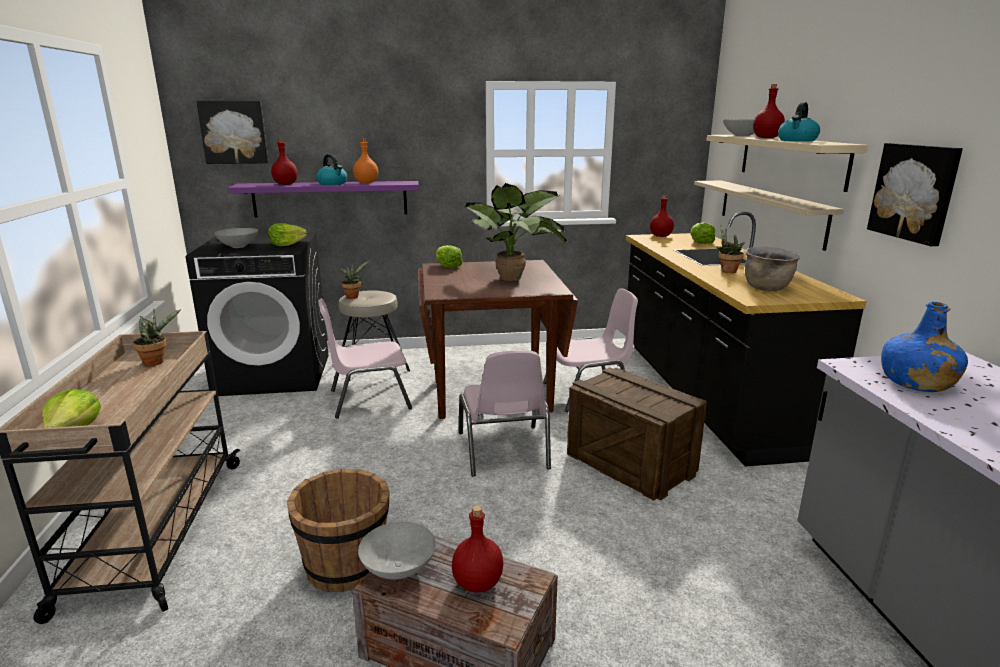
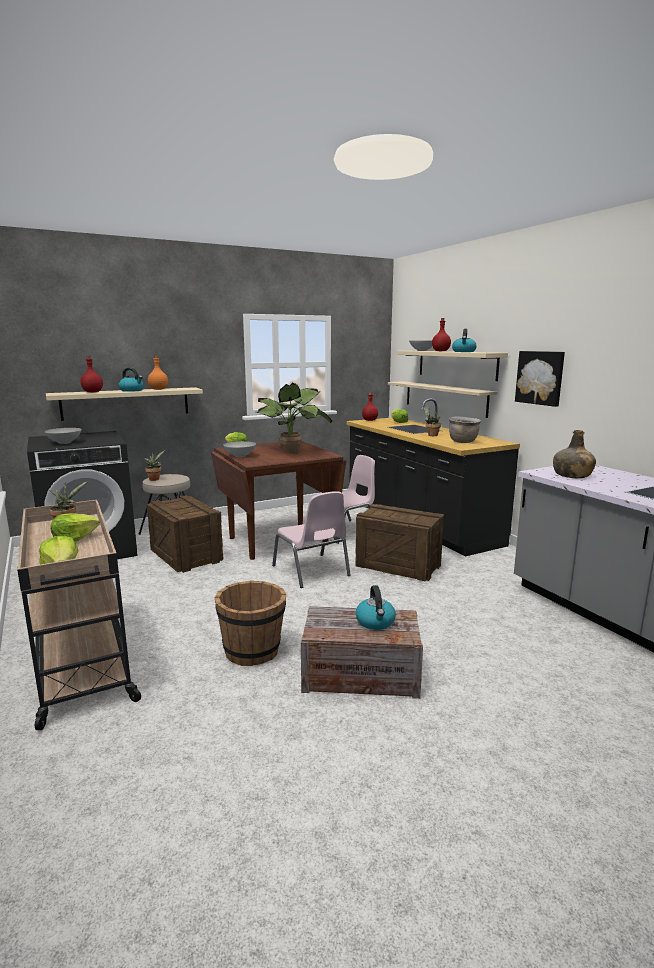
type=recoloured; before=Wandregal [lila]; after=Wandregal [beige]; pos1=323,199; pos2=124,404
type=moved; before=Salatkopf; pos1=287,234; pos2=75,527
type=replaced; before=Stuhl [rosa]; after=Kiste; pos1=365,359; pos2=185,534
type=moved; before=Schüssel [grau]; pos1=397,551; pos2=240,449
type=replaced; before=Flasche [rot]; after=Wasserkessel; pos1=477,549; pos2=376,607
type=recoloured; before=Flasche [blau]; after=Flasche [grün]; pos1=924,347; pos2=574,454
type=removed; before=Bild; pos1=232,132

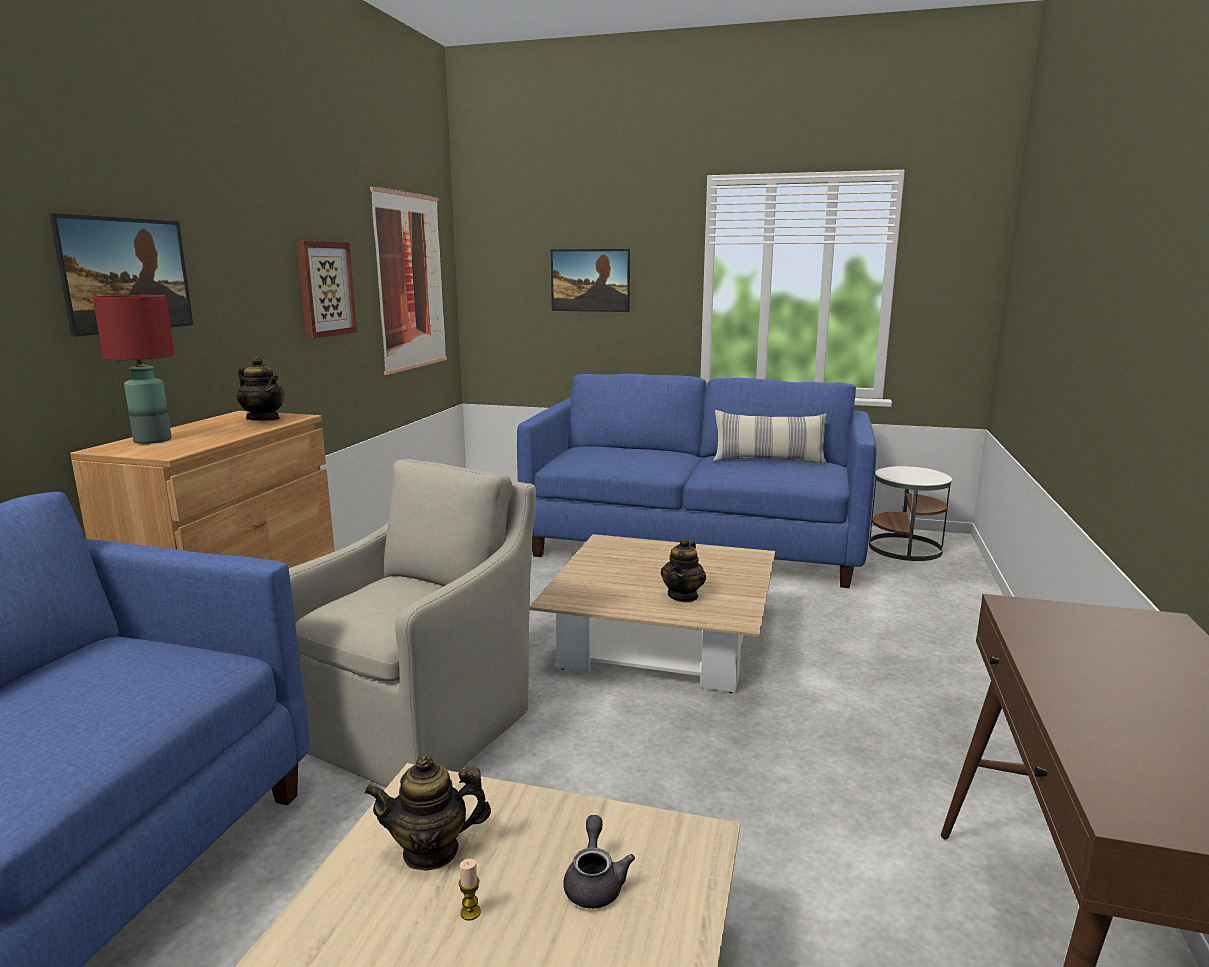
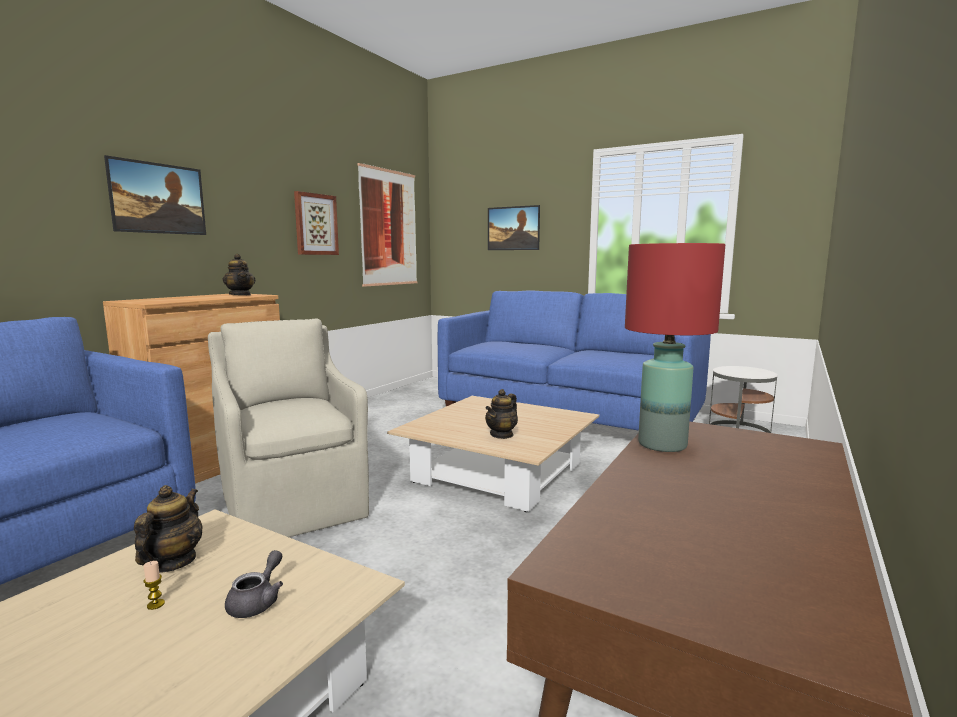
type=turned; before=Teekanne; pos1=427,813; pos2=168,529; turn=90
type=turned; before=Sessel [beige]; pos1=412,623; pos2=288,428; turn=-75
type=moved; before=Tischlampe [rot]; pos1=134,369; pos2=675,347
type=removed; before=Kissen; pos1=770,437

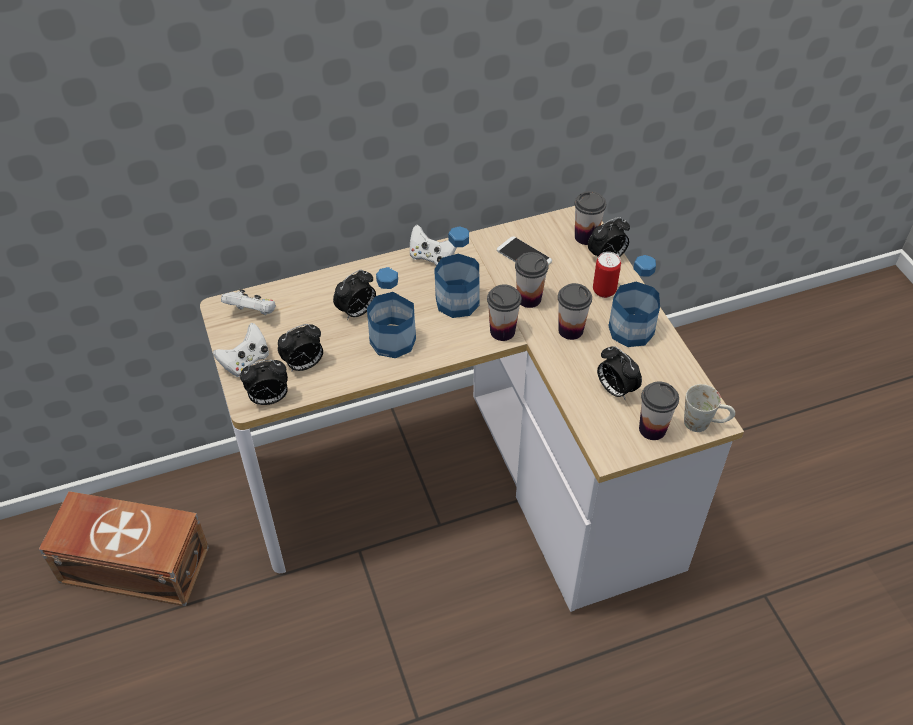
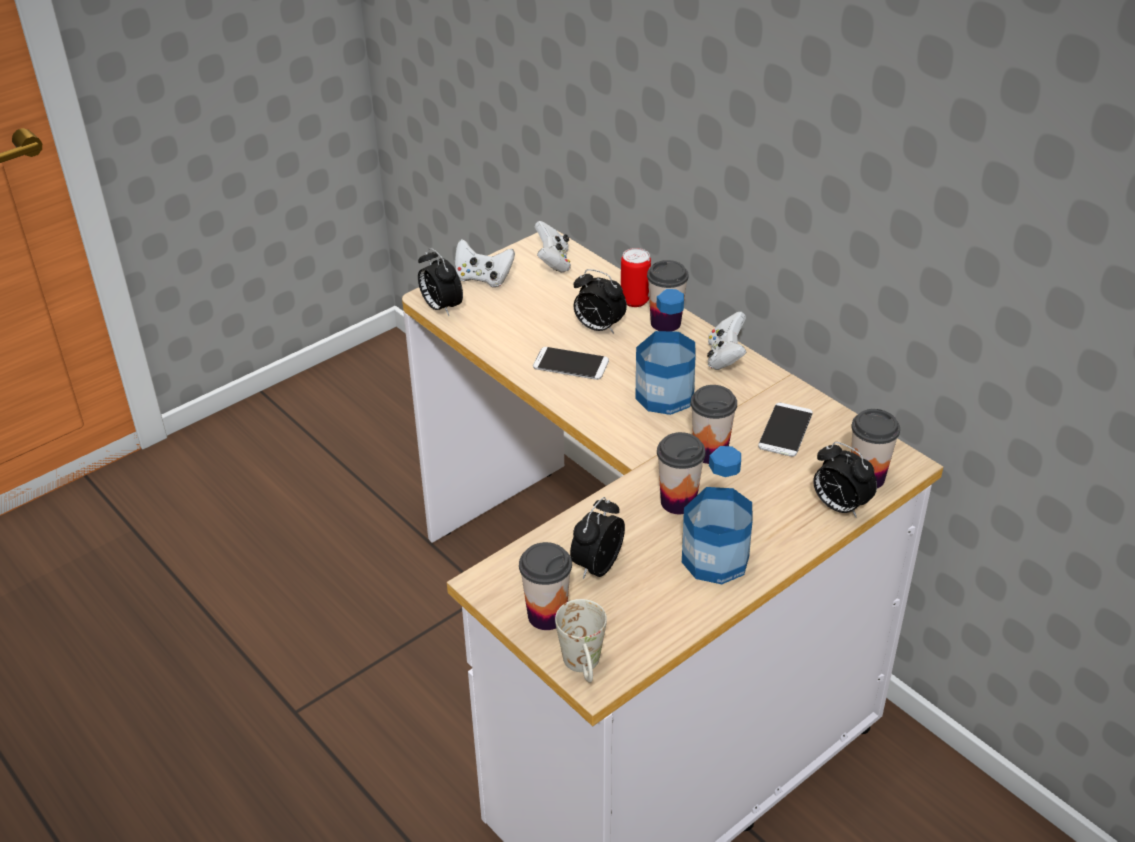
type=replaced; before=Flasche; after=Handy; pos1=391,312; pos2=571,363
type=moved; before=Dose; pos1=607,275; pos2=636,277
type=moved; before=Tasse; pos1=504,312; pos2=667,296
type=removed; before=Aufbewahrungsbox [braun]; pos1=124,548
type=removed; before=Wecker; pos1=300,348

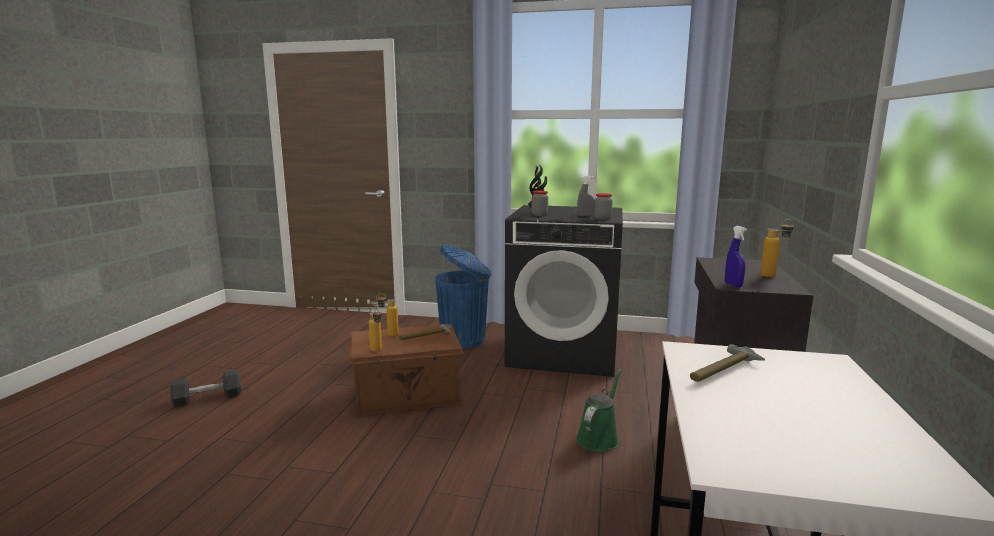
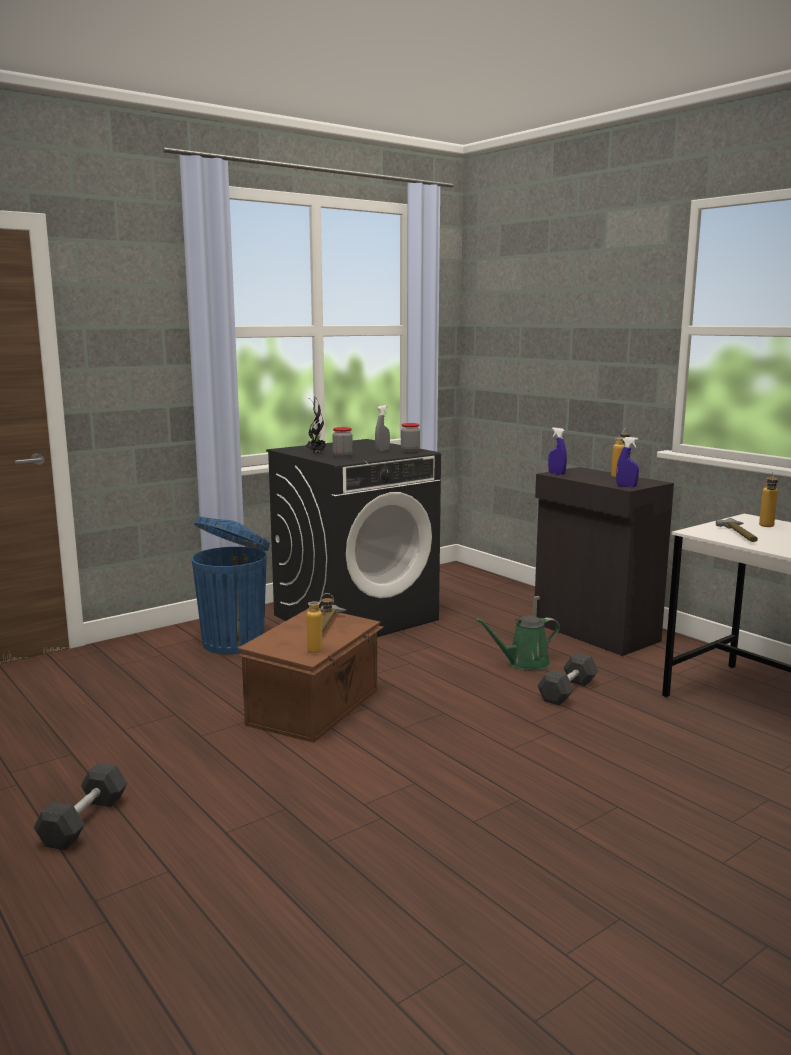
type=turned; before=Gießkanne [grün]; pos1=599,410; pos2=517,643; turn=-90
type=added; after=Hantel [grau]; pos2=567,679
type=added; after=Sprühflasche [blau]; pos2=557,451
type=moved; before=Flasche; pos1=387,315; pos2=768,500

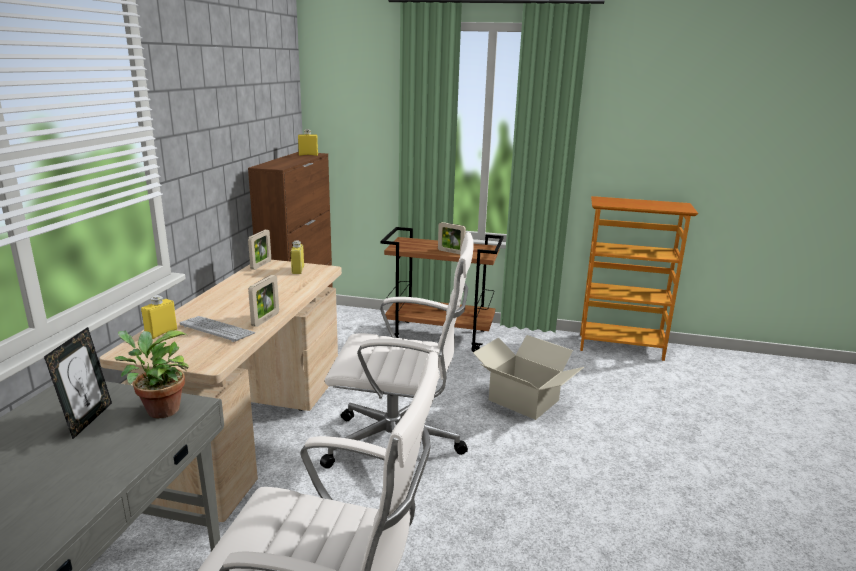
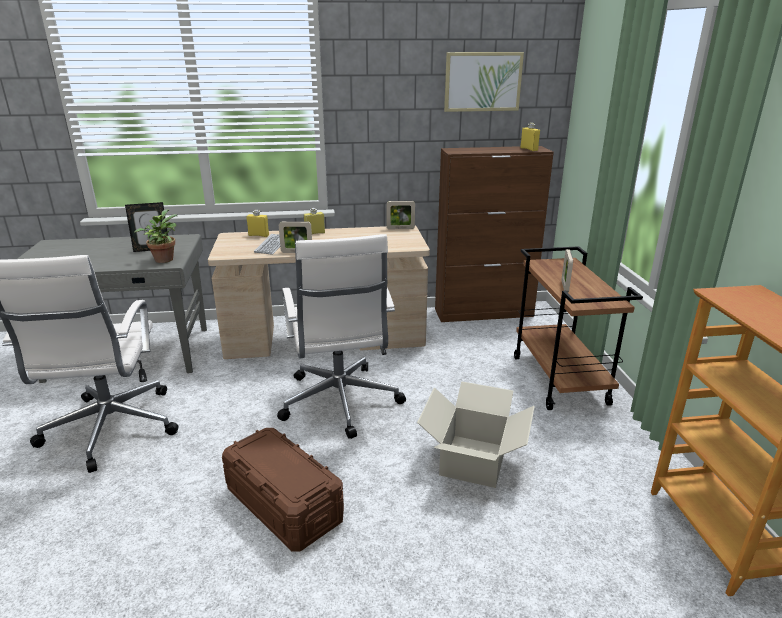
type=added; after=Aufbewahrungsbox [braun]; pos2=283,489
type=moved; before=Flasche [gelb]; pos1=297,257; pos2=314,221
type=added; after=Bild; pos2=484,82

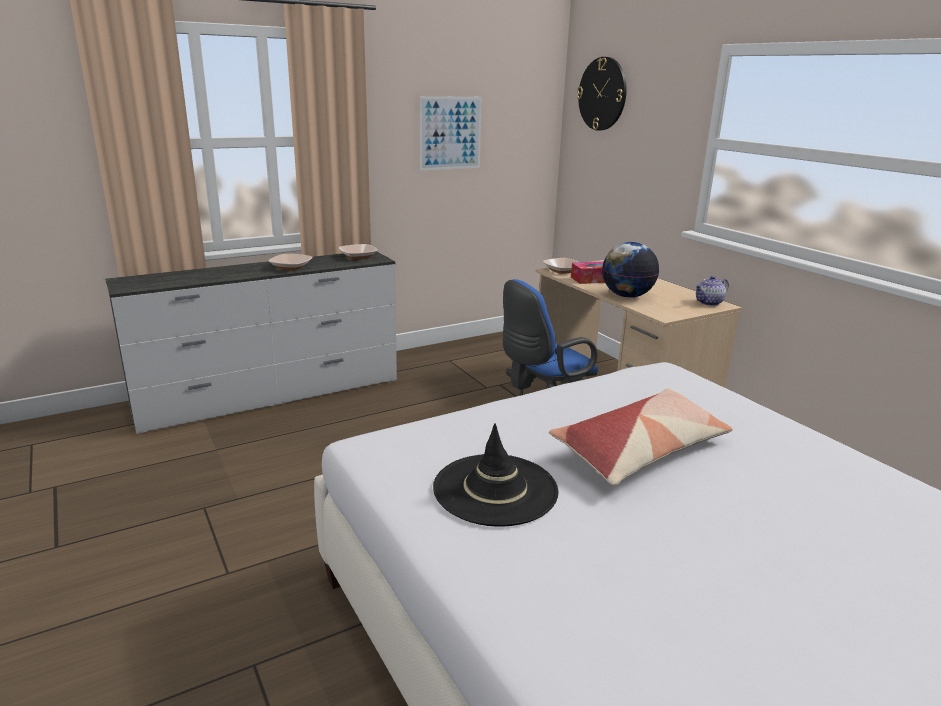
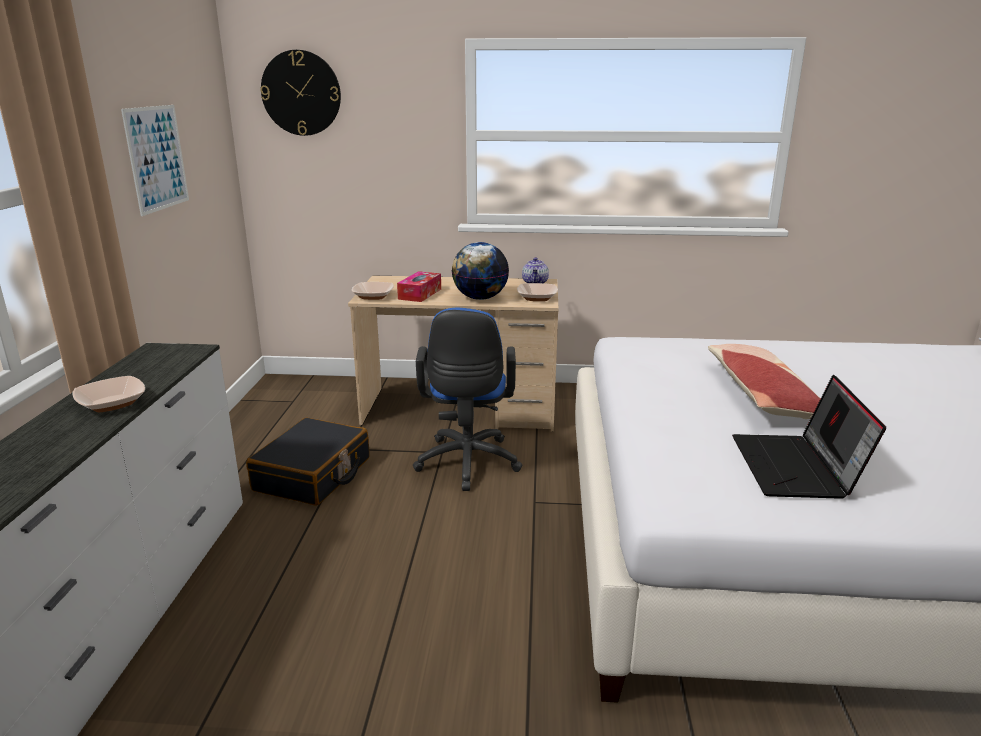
type=added; after=Koffer [schwarz]; pos2=307,462
type=moved; before=Schüssel; pos1=358,252; pos2=537,292
type=replaced; before=Hut [schwarz]; after=Laptop; pos1=496,474; pos2=809,437

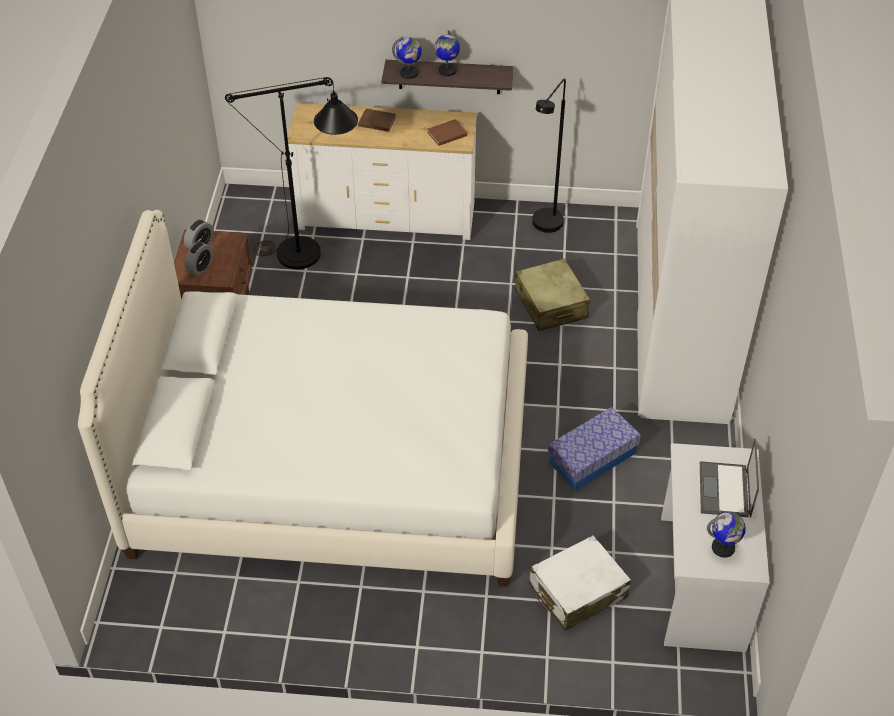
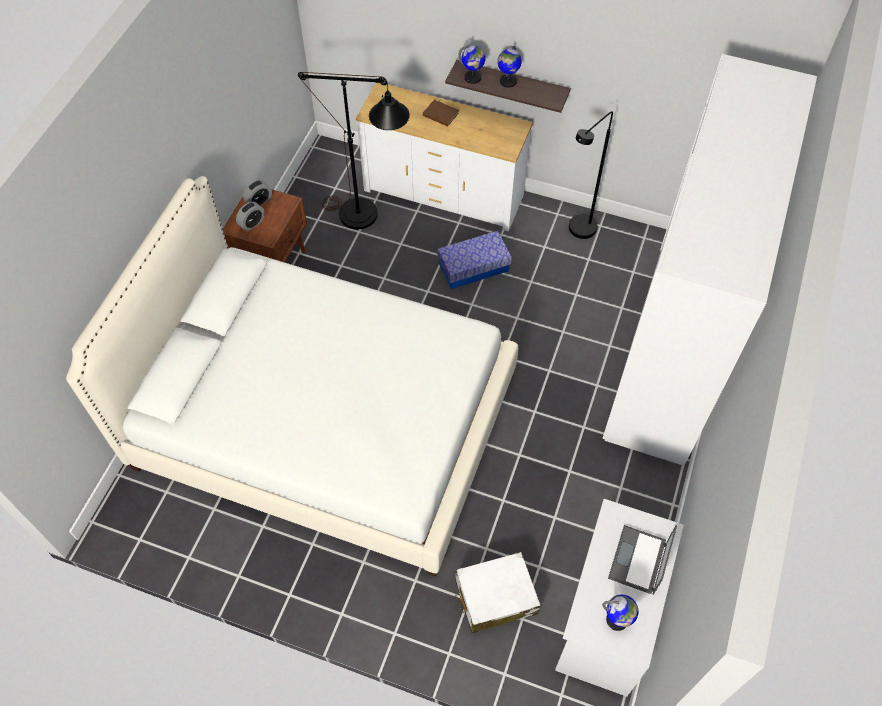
type=moved; before=Aufbewahrungsbox; pos1=594,448; pos2=474,260
type=removed; before=Buch [braun]; pos1=447,132
type=removed; before=Koffer [beige]; pos1=552,294

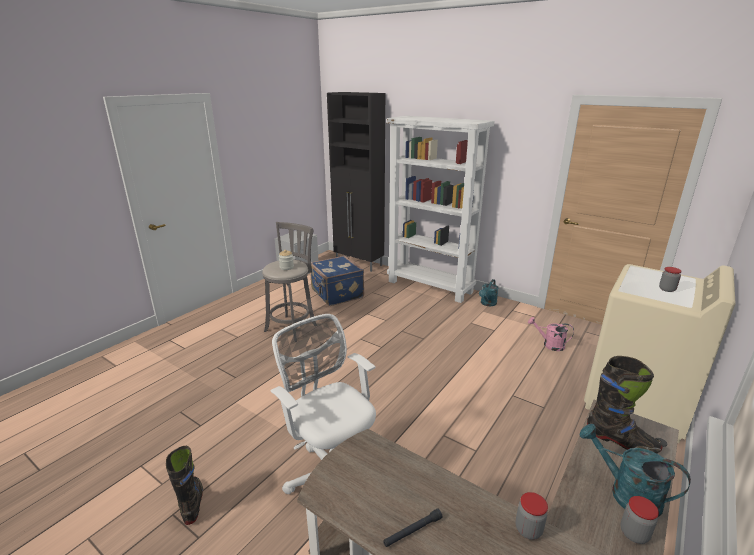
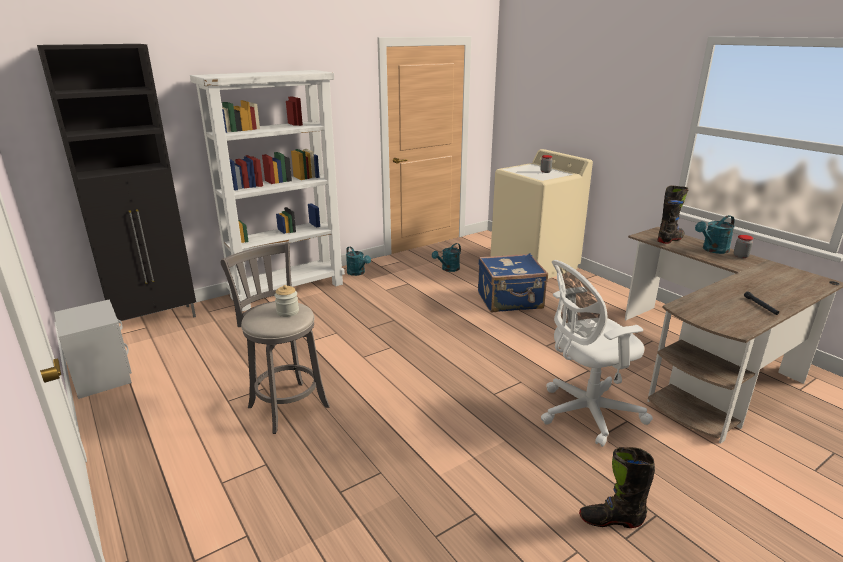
type=recoloured; before=Gießkanne [rosa]; after=Gießkanne [türkis]; pos1=551,334; pos2=446,257
type=moved; before=Koffer [blau]; pos1=337,281; pos2=513,282
type=removed; before=Vorratsglas; pos1=532,516

